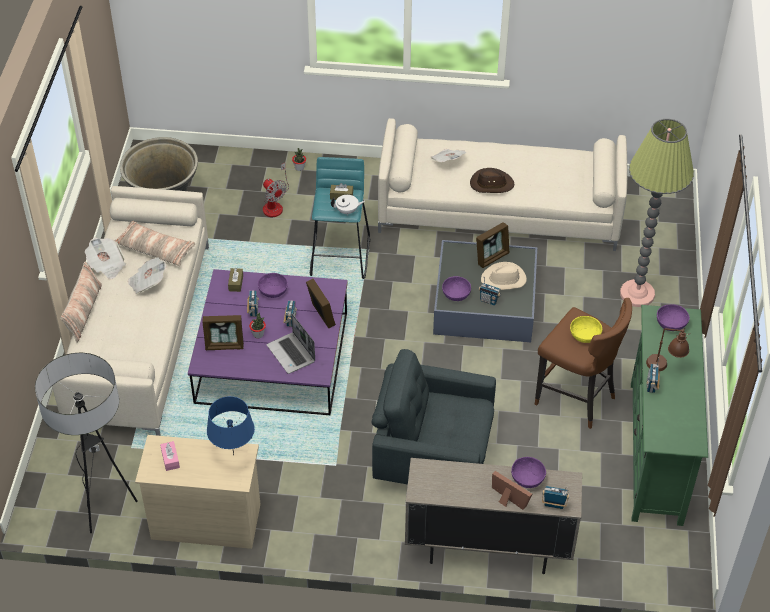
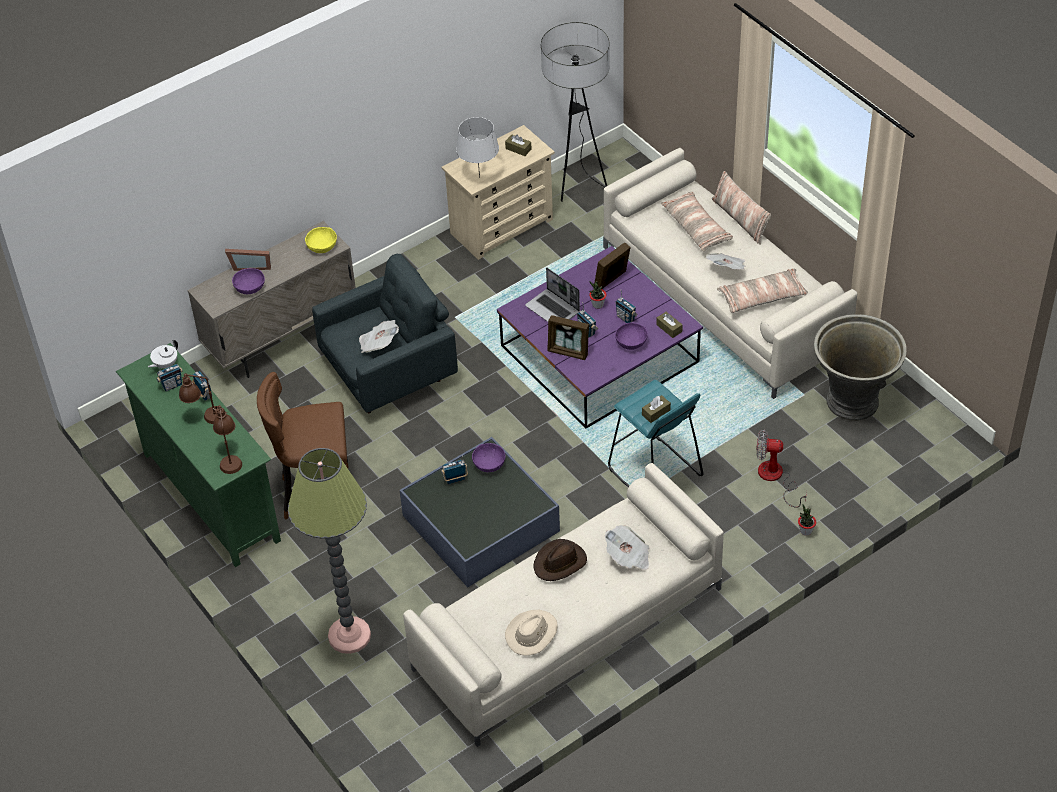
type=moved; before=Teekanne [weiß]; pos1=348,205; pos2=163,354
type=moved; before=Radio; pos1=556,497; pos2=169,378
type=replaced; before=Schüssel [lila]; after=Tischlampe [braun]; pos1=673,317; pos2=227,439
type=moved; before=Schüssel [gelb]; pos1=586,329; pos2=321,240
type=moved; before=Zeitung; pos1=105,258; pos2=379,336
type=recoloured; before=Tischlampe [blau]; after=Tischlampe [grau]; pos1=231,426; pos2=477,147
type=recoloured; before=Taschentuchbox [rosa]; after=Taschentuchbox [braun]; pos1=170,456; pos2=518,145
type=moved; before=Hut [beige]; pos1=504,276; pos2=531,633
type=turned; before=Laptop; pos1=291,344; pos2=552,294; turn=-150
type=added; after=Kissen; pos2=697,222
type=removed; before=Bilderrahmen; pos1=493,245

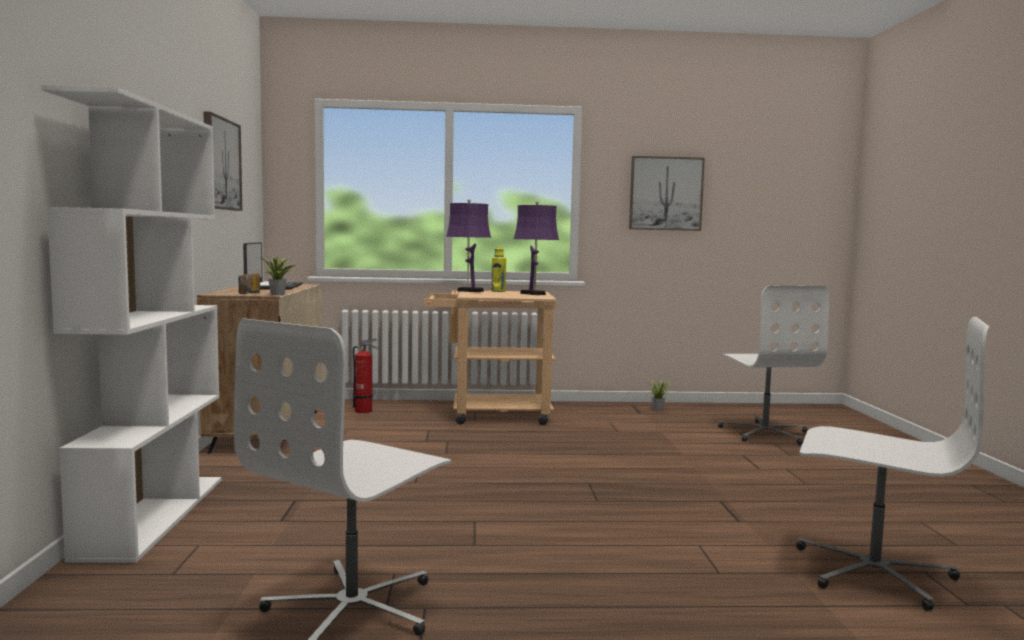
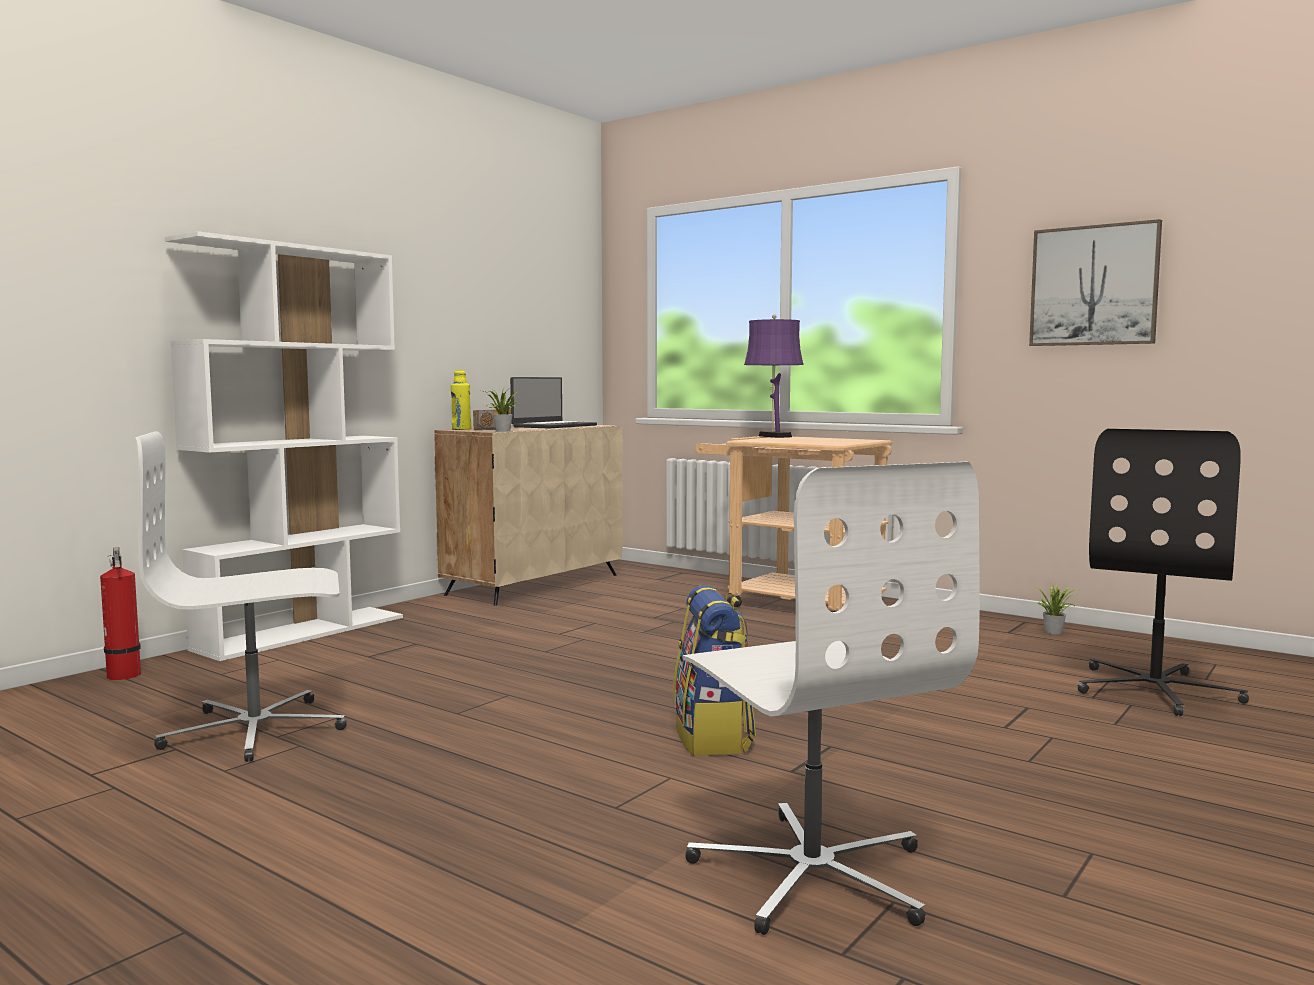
type=moved; before=Feuerlöscher; pos1=365,375; pos2=120,613
type=moved; before=Flasche [gelb]; pos1=499,269; pos2=461,400
type=added; after=Rucksack; pos2=714,670
type=recoloured; before=Bürostuhl [weiß]; after=Bürostuhl [schwarz]; pos1=773,365; pos2=1163,572
type=removed; before=Bild; pos1=222,161
type=removed; before=Tischlampe [lila]; pos1=536,248

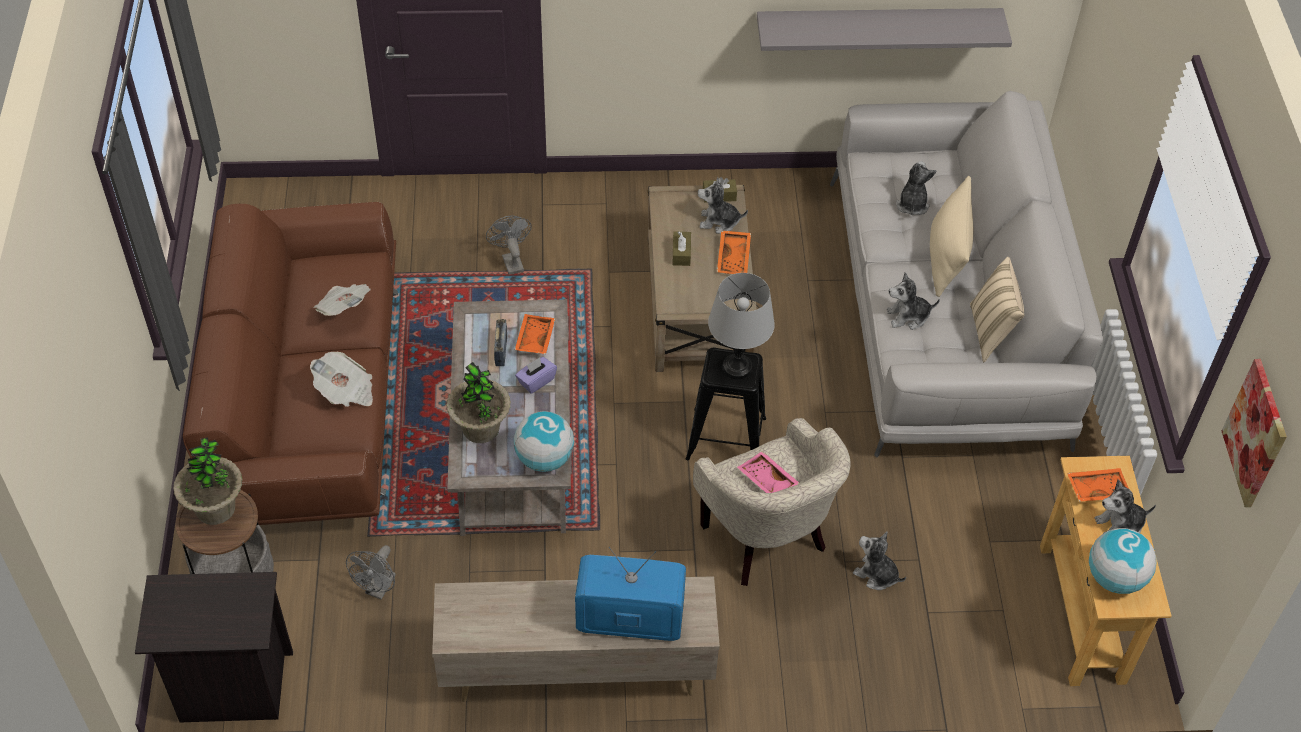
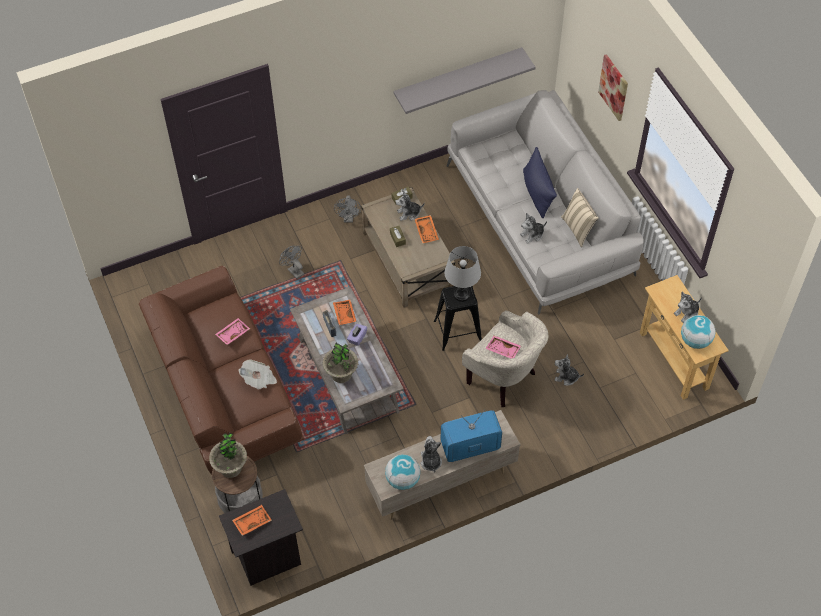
type=replaced; before=Zeitung; after=Tablett [rosa]; pos1=342,300; pos2=232,331
type=moved; before=Tablett [orange]; pos1=1098,485; pos2=252,520
type=moved; before=Ventilator [grau]; pos1=371,572; pos2=347,208
type=moved; before=Globus; pos1=544,441; pos2=403,472
type=moved; before=Plüschtier; pos1=916,188; pos2=431,454
type=recoloured; before=Kissen [beige]; after=Kissen [blau]; pos1=951,236; pos2=540,182
type=moved; before=Bild; pos1=1254,433; pos2=613,87

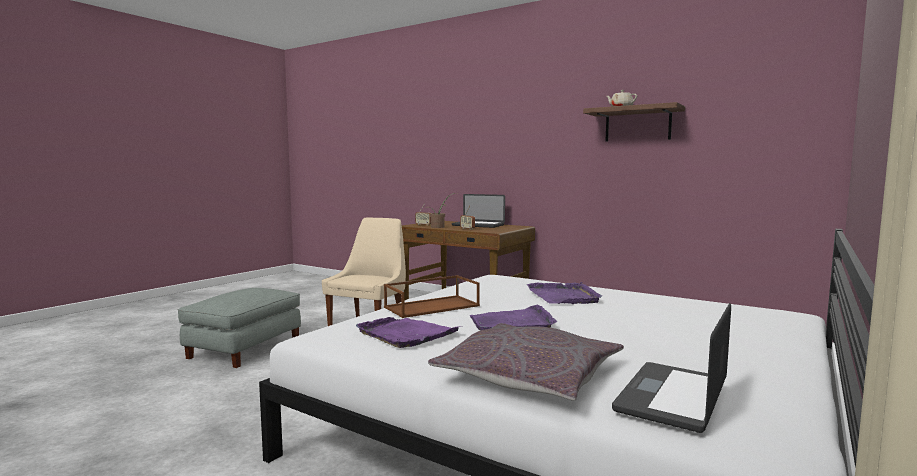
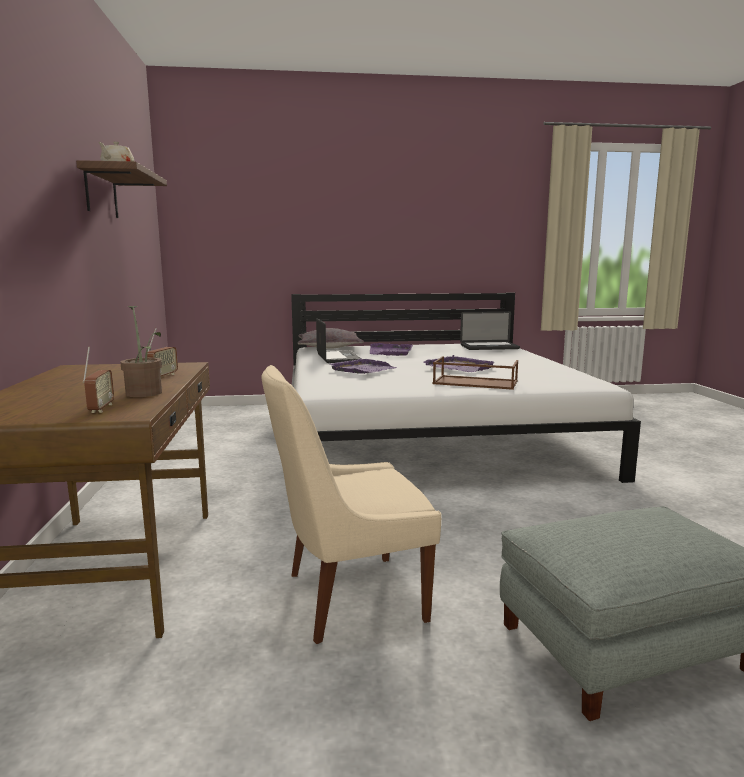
type=moved; before=Kissen [grau]; pos1=526,362; pos2=331,338
type=moved; before=Laptop; pos1=478,211; pos2=338,340
type=moved; before=Tablett [lila]; pos1=408,332; pos2=391,349

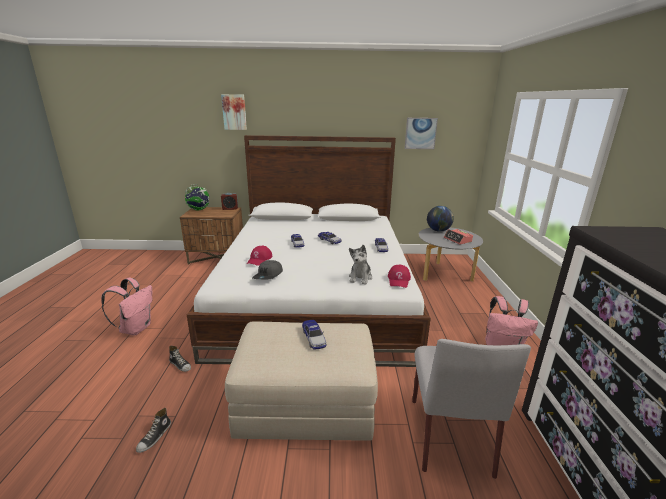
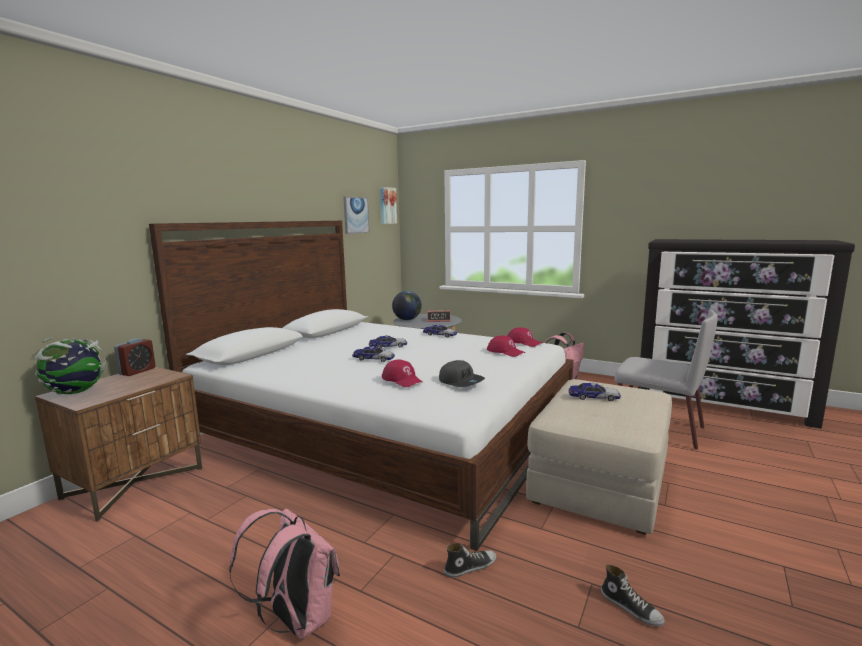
type=moved; before=Bild; pos1=234,112; pos2=388,205
type=replaced; before=Plüschtier; after=Kappe [rot]; pos1=360,264; pos2=506,346

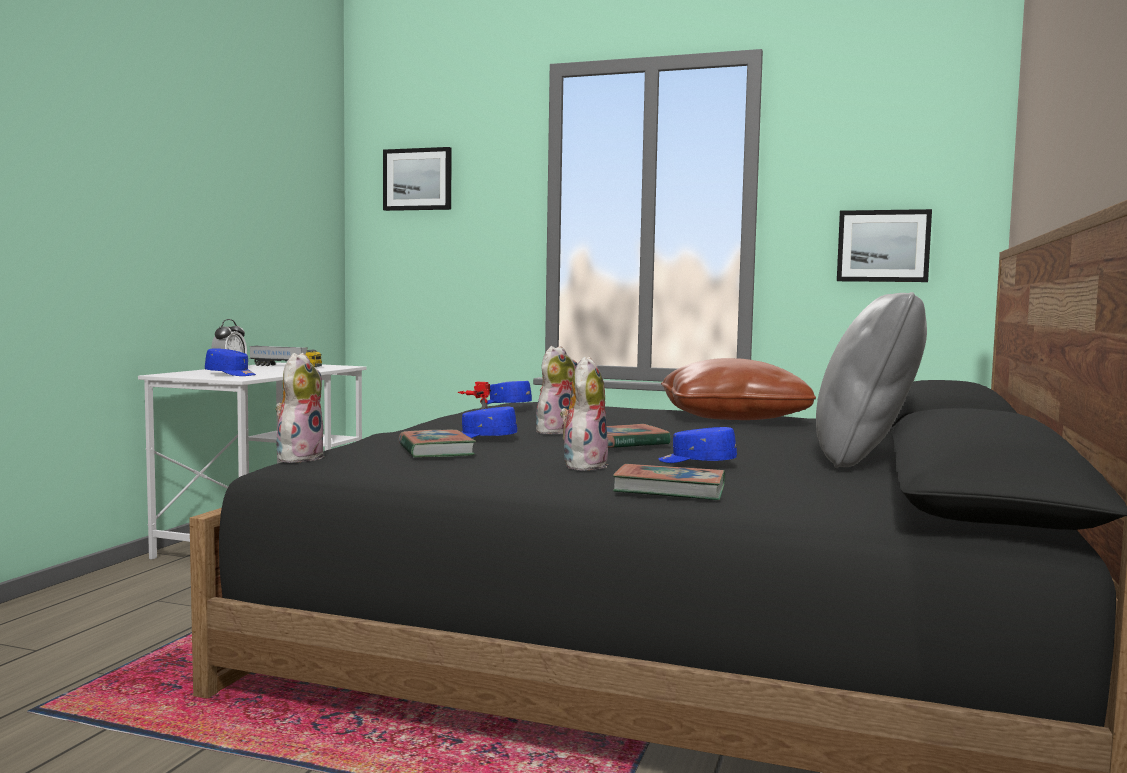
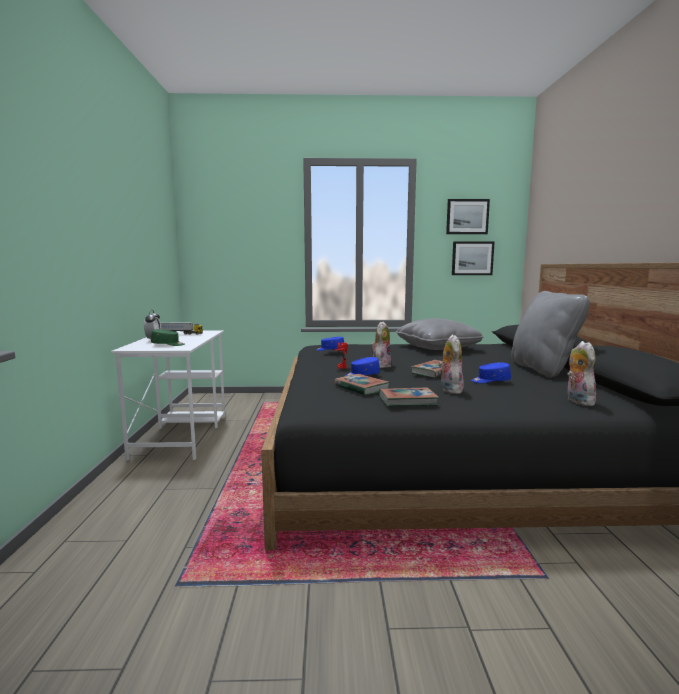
type=recoloured; before=Kappe [blau]; after=Kappe [grün]; pos1=230,362; pos2=168,337
type=moved; before=Buch; pos1=669,482; pos2=409,397
type=recoloured; before=Kissen [braun]; after=Kissen [grau]; pos1=738,389; pos2=440,334
type=moved; before=Bild; pos1=417,179; pos2=468,216
type=moved; before=Plüschtier; pos1=299,408; pos2=582,373

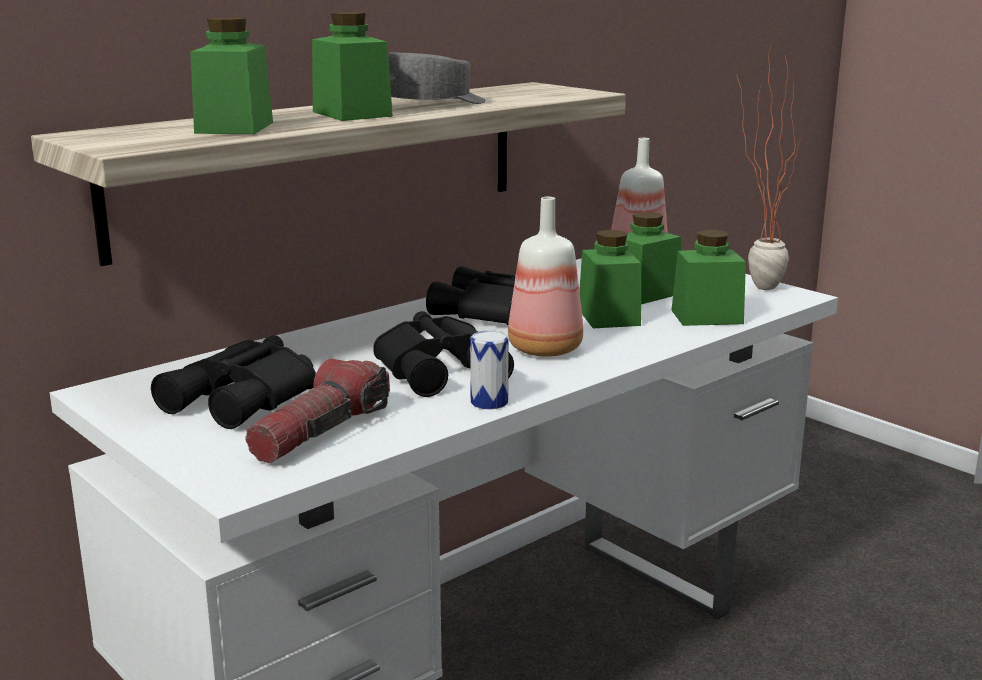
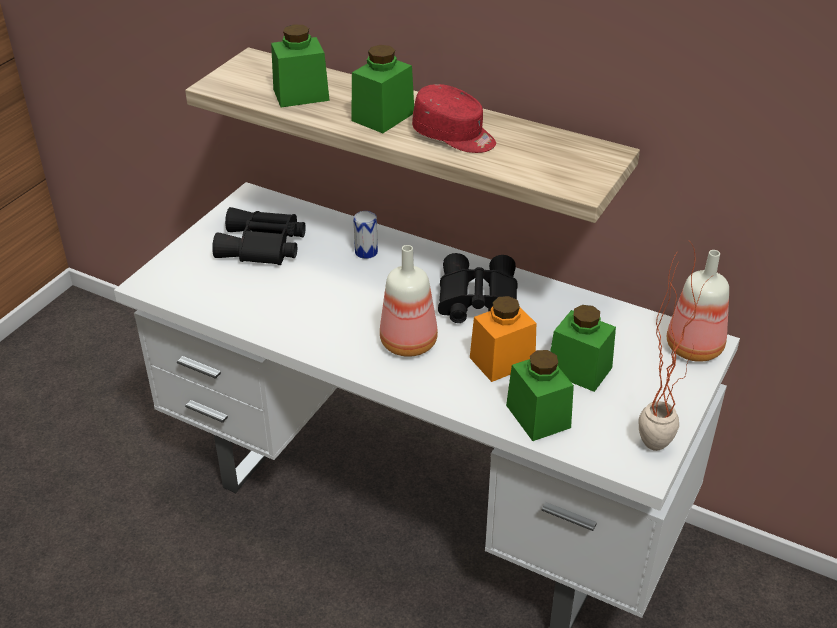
type=moved; before=Dose; pos1=489,369; pos2=365,235
type=recoloured; before=Kappe [grau]; after=Kappe [rot]; pos1=436,78; pos2=454,118
type=recoloured; before=Vorratsglas [grün]; after=Vorratsglas [orange]; pos1=610,279; pos2=503,339
type=removed; before=Taschenlampe; pos1=318,411
type=removed; before=Fernglas [schwarz]; pos1=443,354

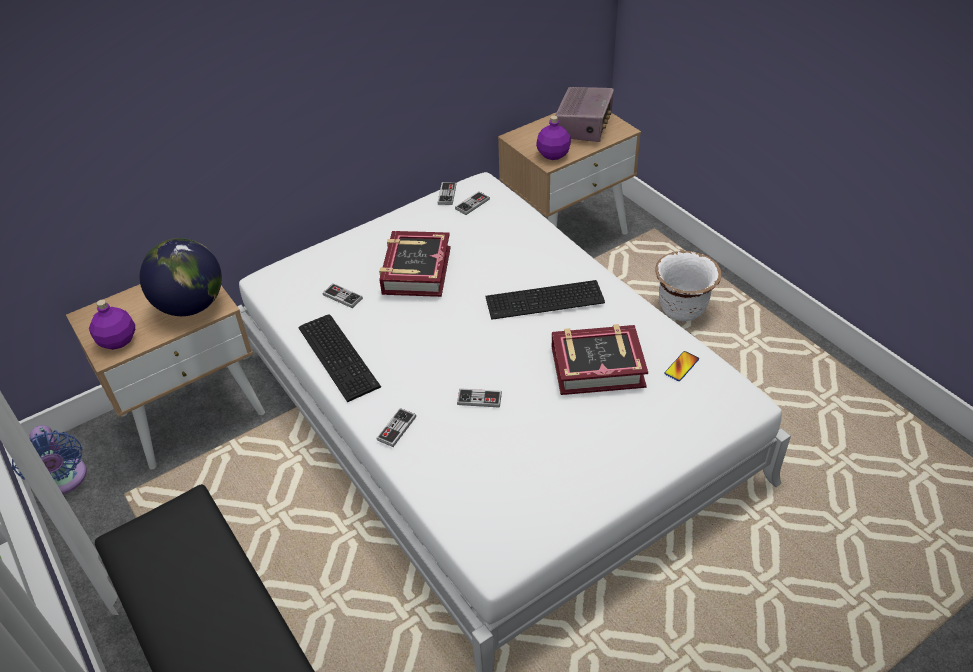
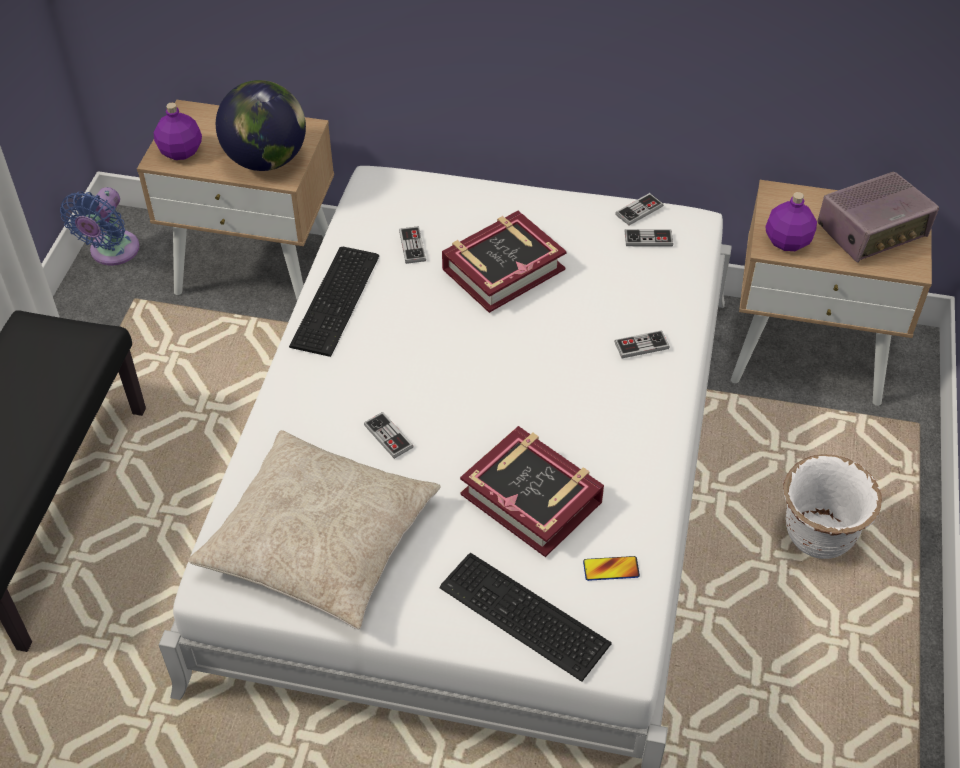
type=added; after=Kissen [beige]; pos2=314,529
type=moved; before=Tastatur; pos1=545,300; pos2=525,617
type=moved; before=Gamepad; pos1=396,427; pos2=642,344

